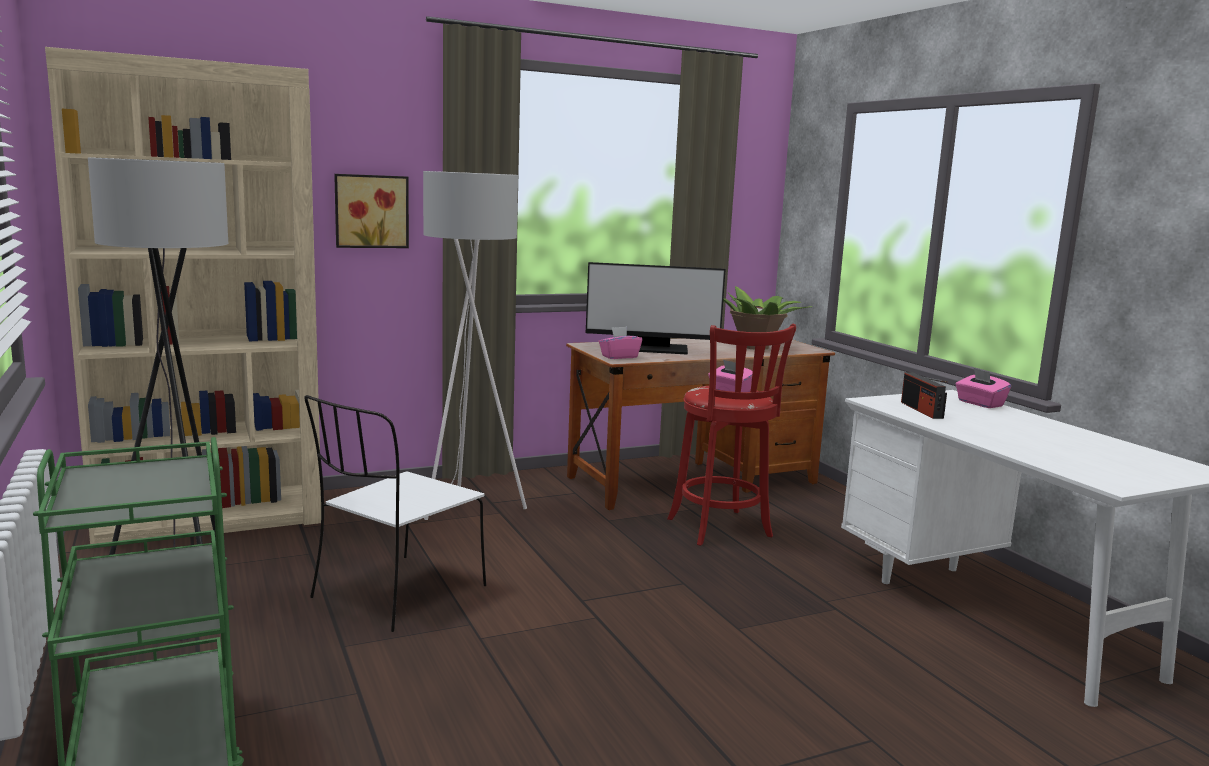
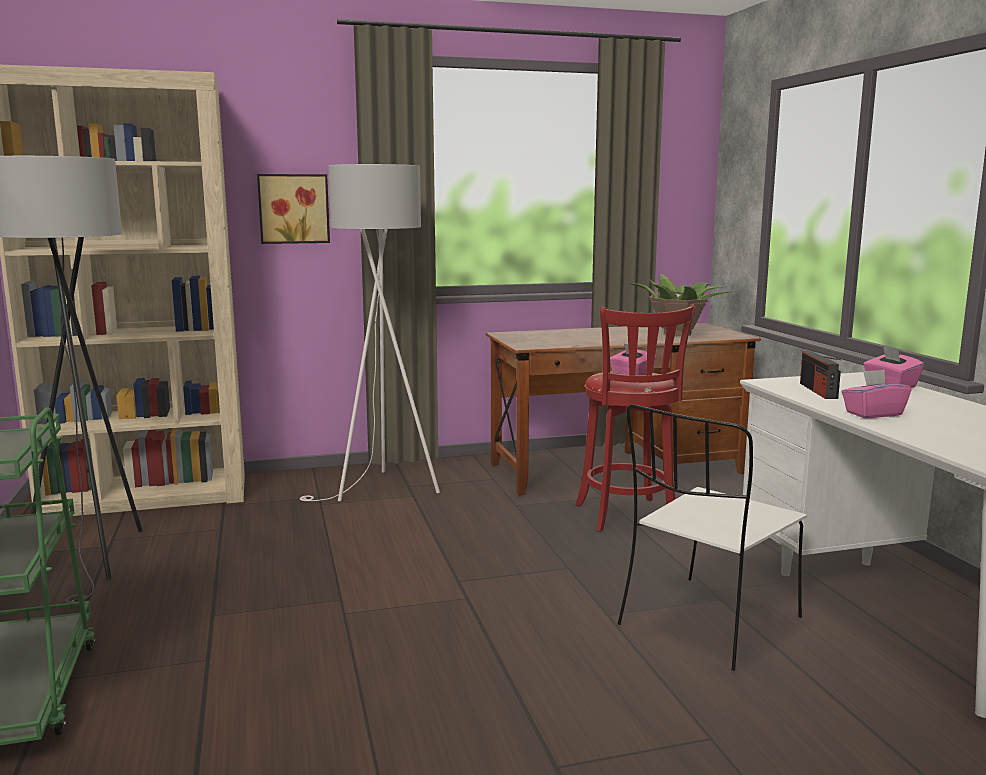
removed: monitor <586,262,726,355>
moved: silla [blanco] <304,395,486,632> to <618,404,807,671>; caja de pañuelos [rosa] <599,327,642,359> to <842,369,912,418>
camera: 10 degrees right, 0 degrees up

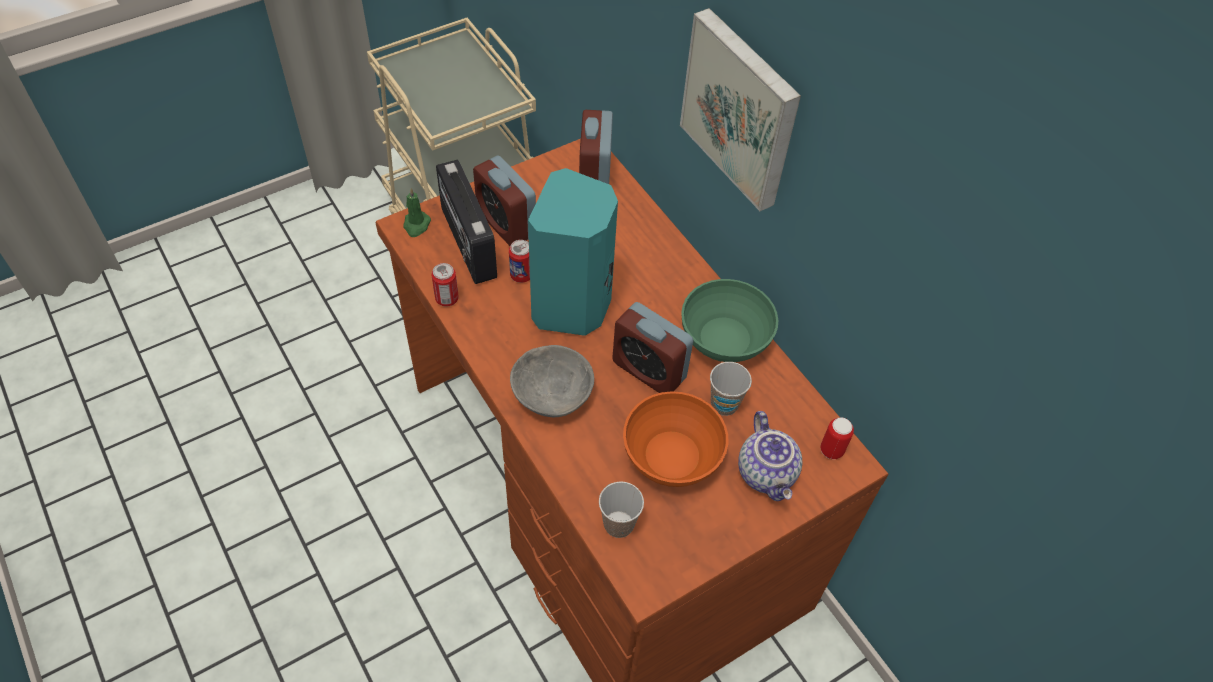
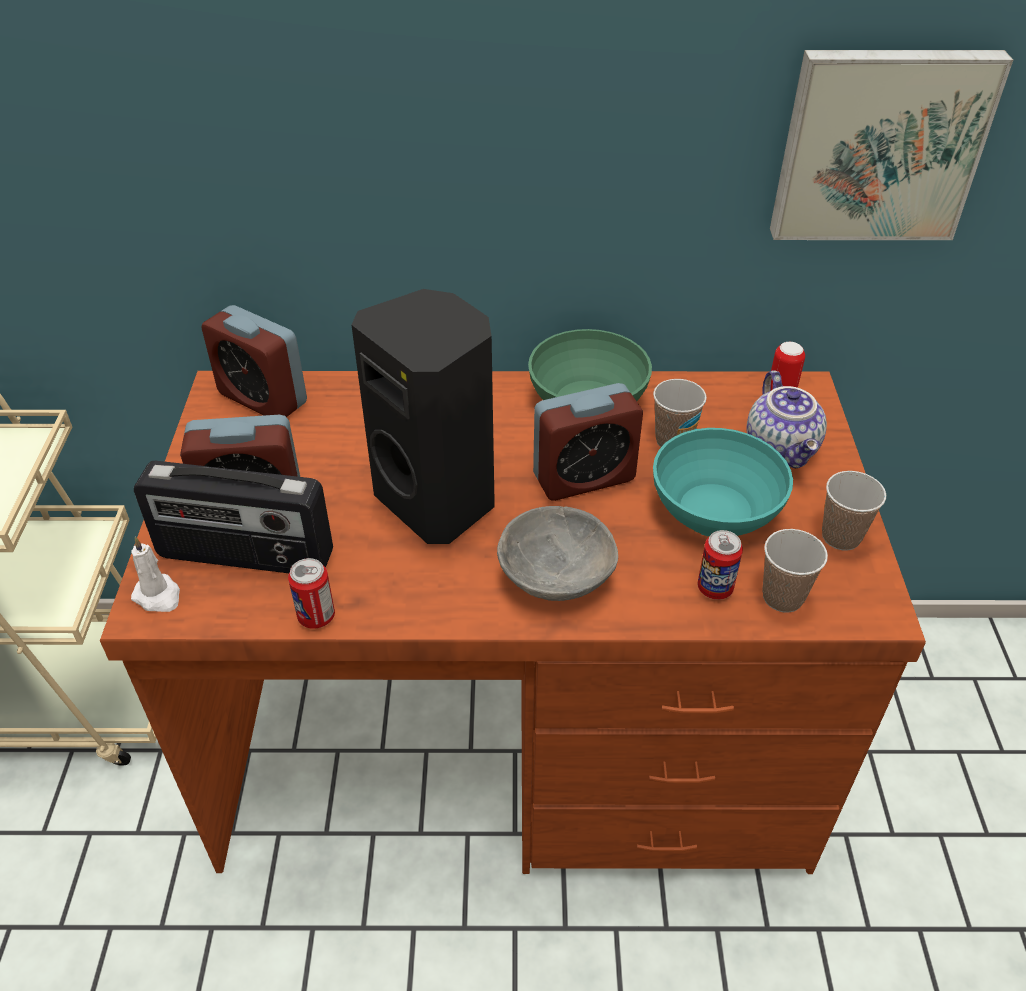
added: taza <822,471,886,551>
moved: lata <509,240,530,283> to <698,530,743,600>; cuadro <680,8,801,211> to <770,50,1013,240>
recoloured: vela [verde] <403,188,431,237> to vela [blanco] <131,536,180,612>; altavoz [turquesa] <528,168,618,336> to altavoz [negro] <352,289,495,544>; cuenco [naranja] <623,391,728,487> to cuenco [turquesa] <653,428,793,537>
turned: tetera <738,411,802,501> = <747,370,827,468> 60 degrees clockwise
camera: 55 degrees left, 10 degrees down

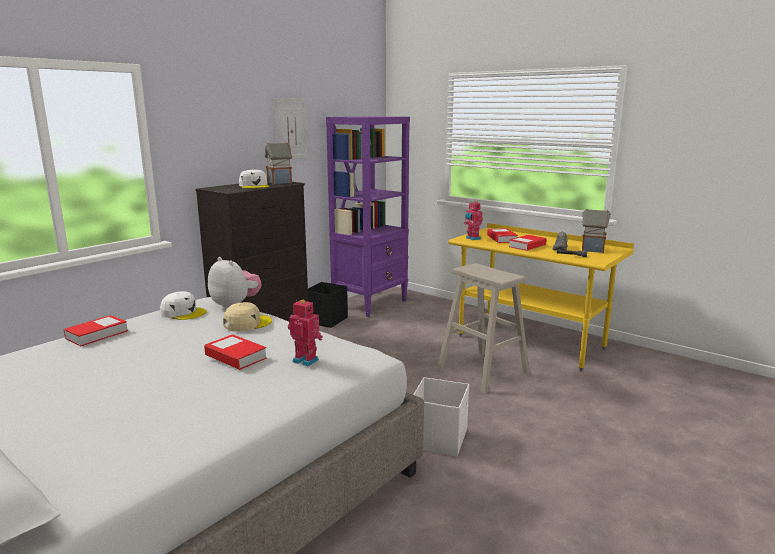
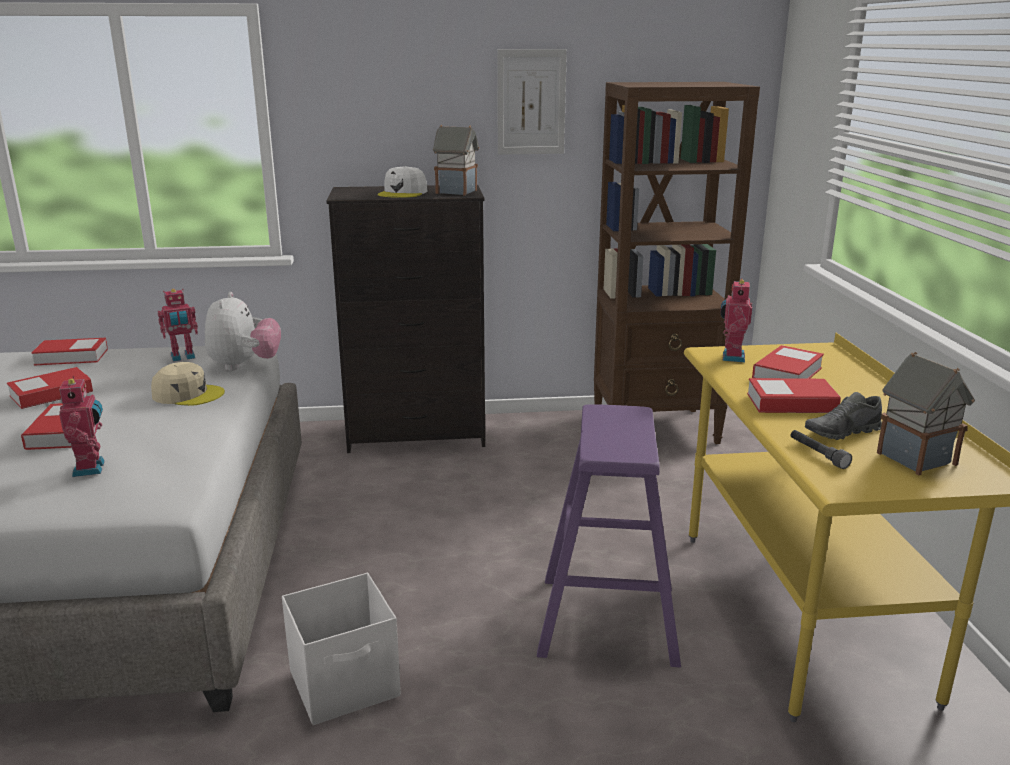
removed: caja de almacenaje [negro] <308,282,348,328>
added: libro <7,367,93,409>
replaced: gorra [blanco] <160,291,207,320> to robot de juguete <158,289,198,362>
recoloured: estantería [morado] <326,116,410,317> to estantería [marrón] <594,82,760,444>; taburete [beis] <437,263,530,394> to taburete [morado] <537,404,681,667>
camera: 45 degrees right, 5 degrees up

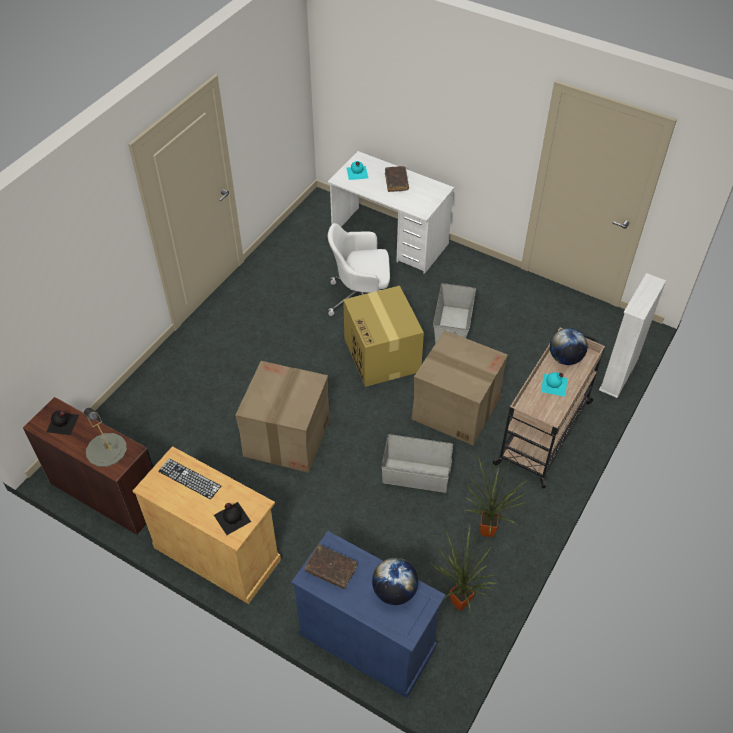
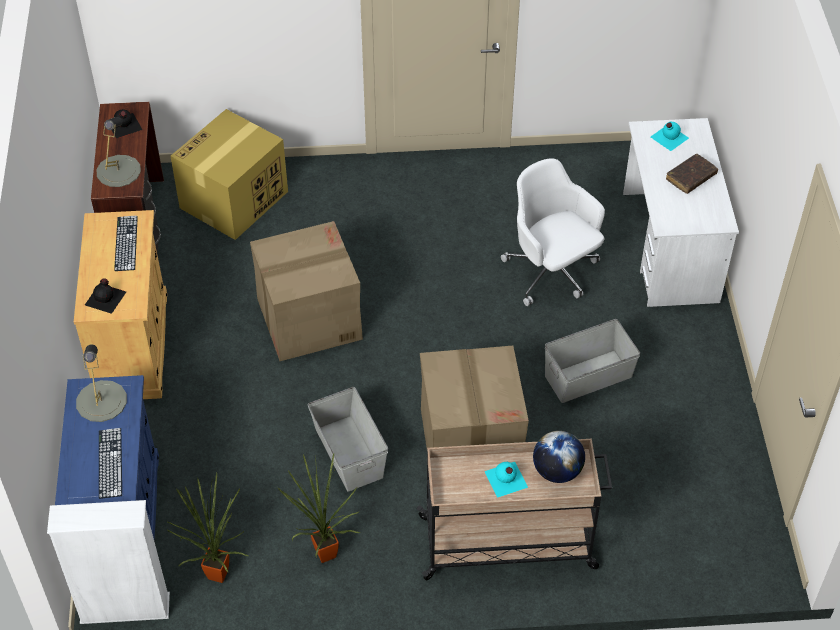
moved: caja de cartón <343,286,424,387> to <170,109,288,240>; estantería [blanco] <599,273,666,398> to <47,500,170,624>
replaced: libro [marrón] <304,544,357,589> to lámpara de mesa [gris] <76,344,127,422>; globo terráqueo <372,558,418,605> to teclado <99,428,122,499>
camera: 55 degrees right, 0 degrees up

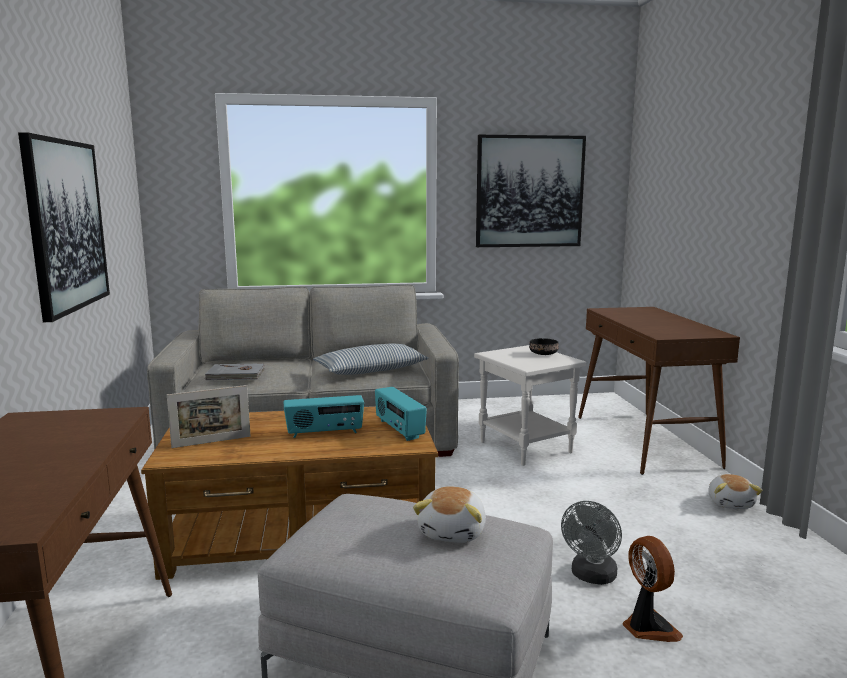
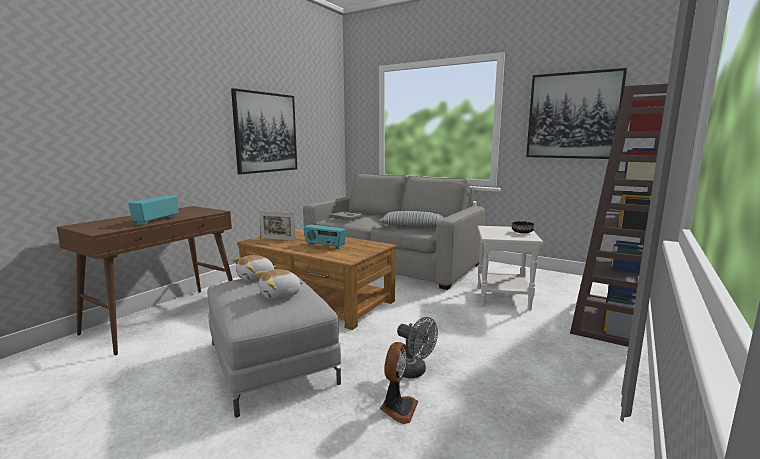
moved: radio <375,387,427,441> to <128,195,178,225>; peluche <708,474,763,509> to <232,255,276,282>
replaced: mesa consola [marrón] <578,307,740,475> to estantería [marrón] <570,84,668,347>
turned: ventilador [gris] <561,501,622,585> = <397,317,438,378> 120 degrees counterclockwise
camera: 40 degrees right, 0 degrees up

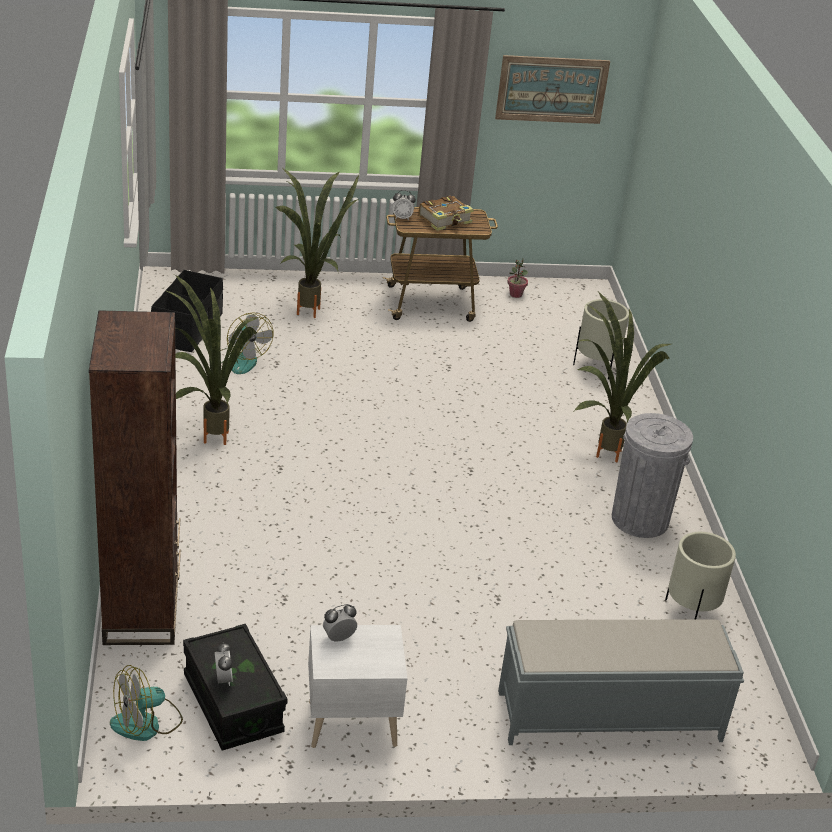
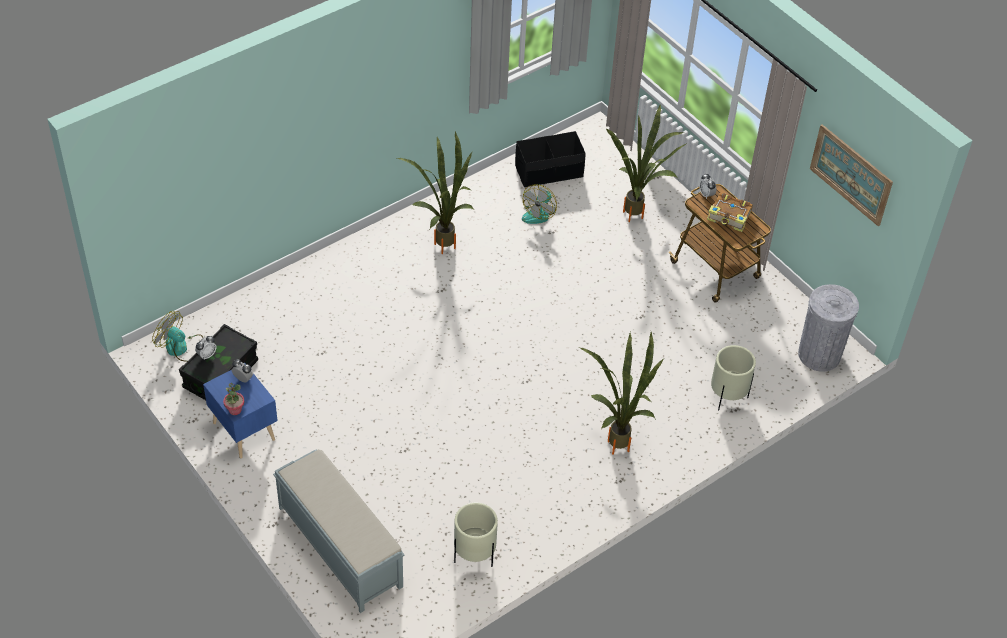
removed: estantería [marrón] <89,310,181,645>
moved: planta en maceta <507,259,528,298> to <223,383,244,415>; papelera [gris] <612,413,693,538> to <798,284,859,372>
recoloured: mesita de noche [blanco] <308,625,408,748> to mesita de noche [azul] <203,363,278,458>
camera: 60 degrees right, 15 degrees up

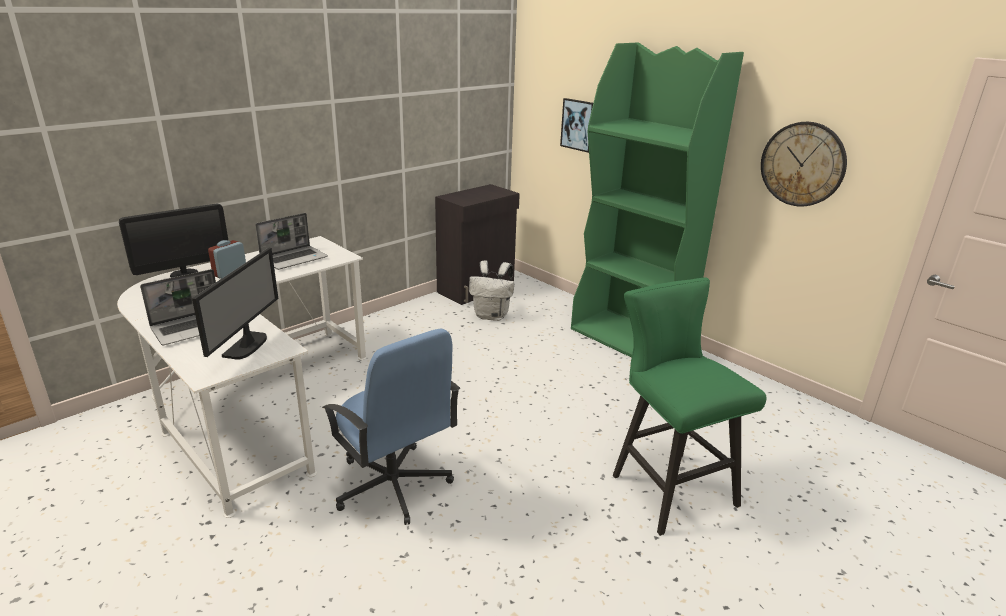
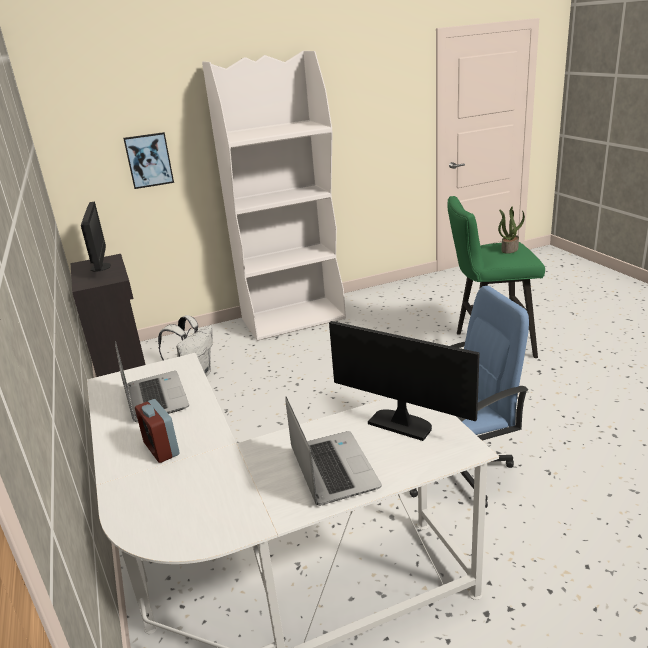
removed: reloj de pared <761,122,847,207>
added: planta en maceta <498,207,525,254>
moved: monitor <119,203,228,278> to <81,202,111,272>
recoloured: estantería [verde] <571,42,744,358> to estantería [blanco] <202,51,346,341>
camera: 65 degrees left, 0 degrees up

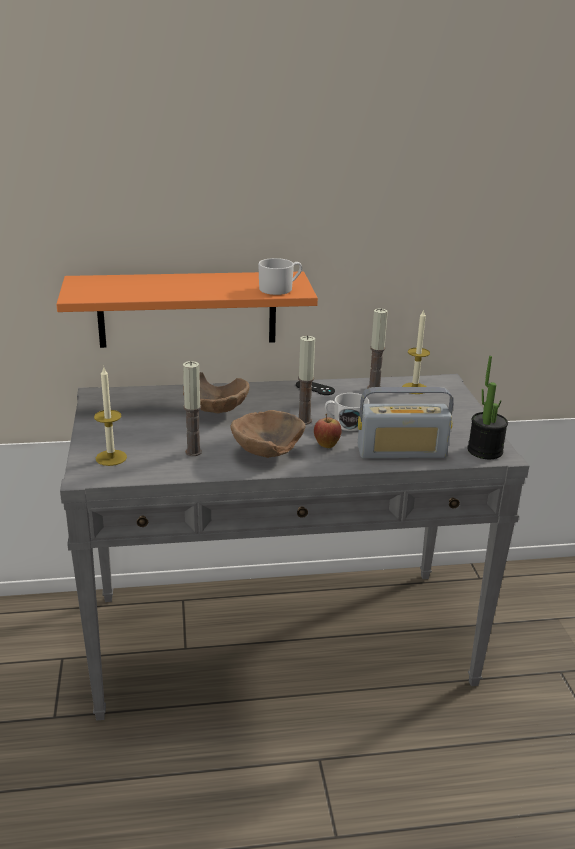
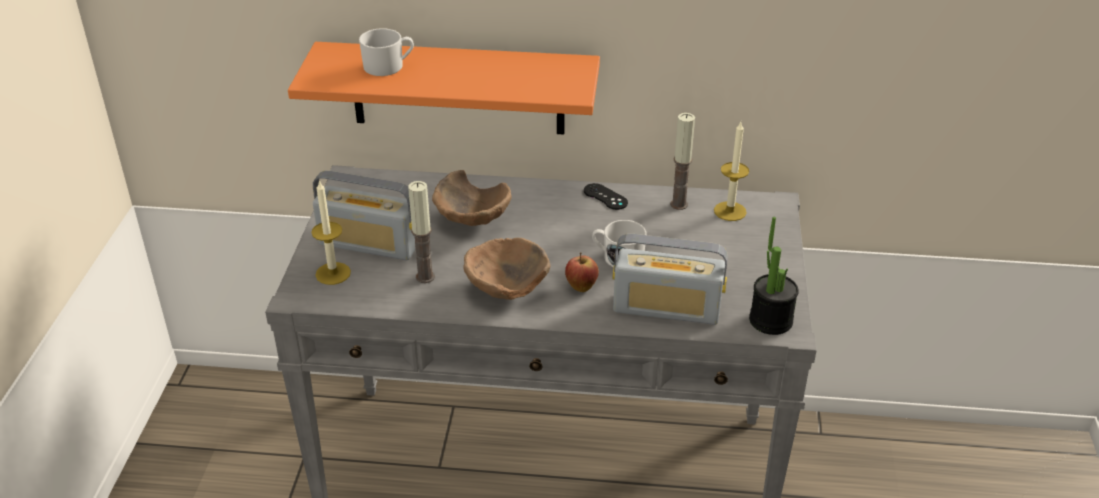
removed: vela <298,335,315,425>
added: radio <313,171,416,260>
moved: taza grande [blanco] <258,258,302,295> to <359,28,414,76>
camera: 15 degrees right, 10 degrees up

